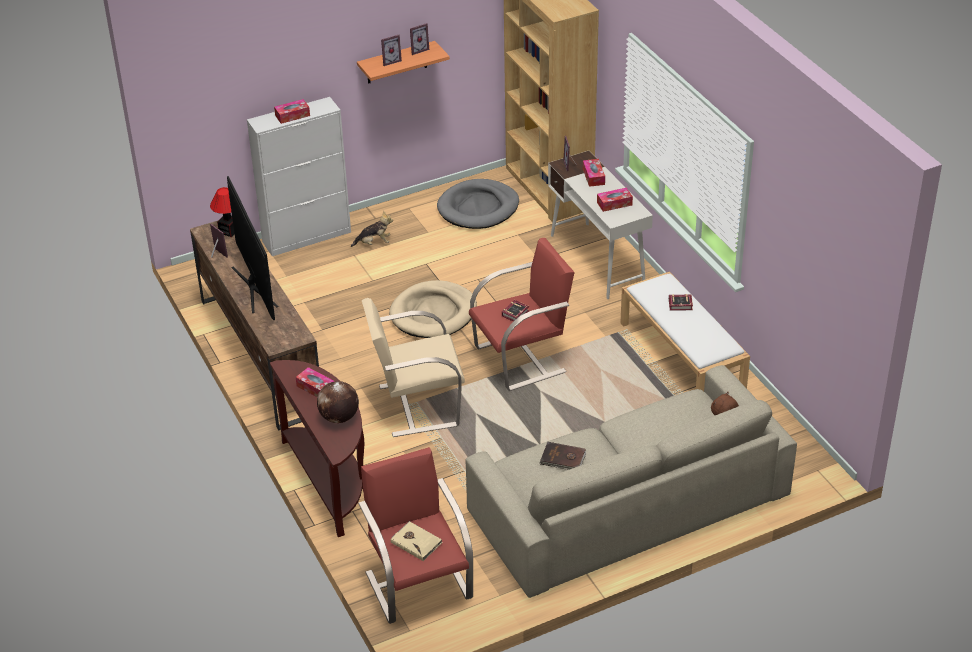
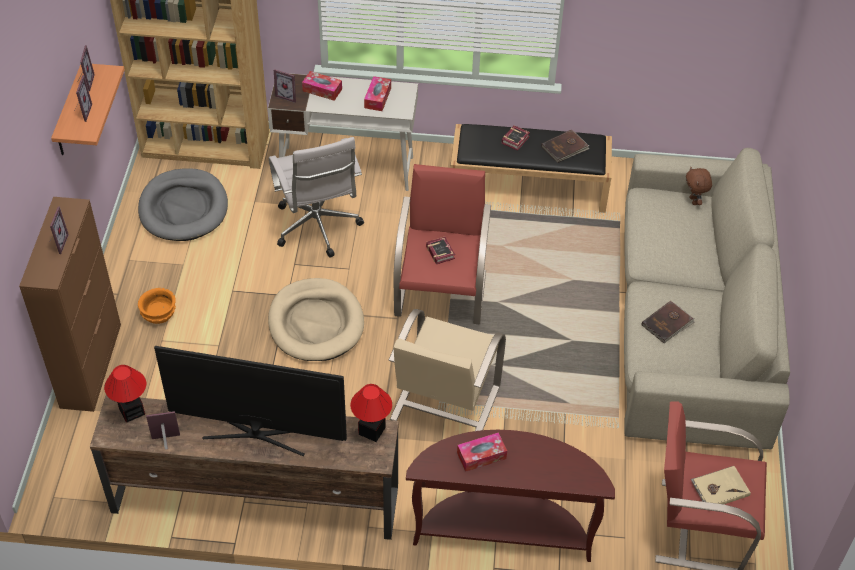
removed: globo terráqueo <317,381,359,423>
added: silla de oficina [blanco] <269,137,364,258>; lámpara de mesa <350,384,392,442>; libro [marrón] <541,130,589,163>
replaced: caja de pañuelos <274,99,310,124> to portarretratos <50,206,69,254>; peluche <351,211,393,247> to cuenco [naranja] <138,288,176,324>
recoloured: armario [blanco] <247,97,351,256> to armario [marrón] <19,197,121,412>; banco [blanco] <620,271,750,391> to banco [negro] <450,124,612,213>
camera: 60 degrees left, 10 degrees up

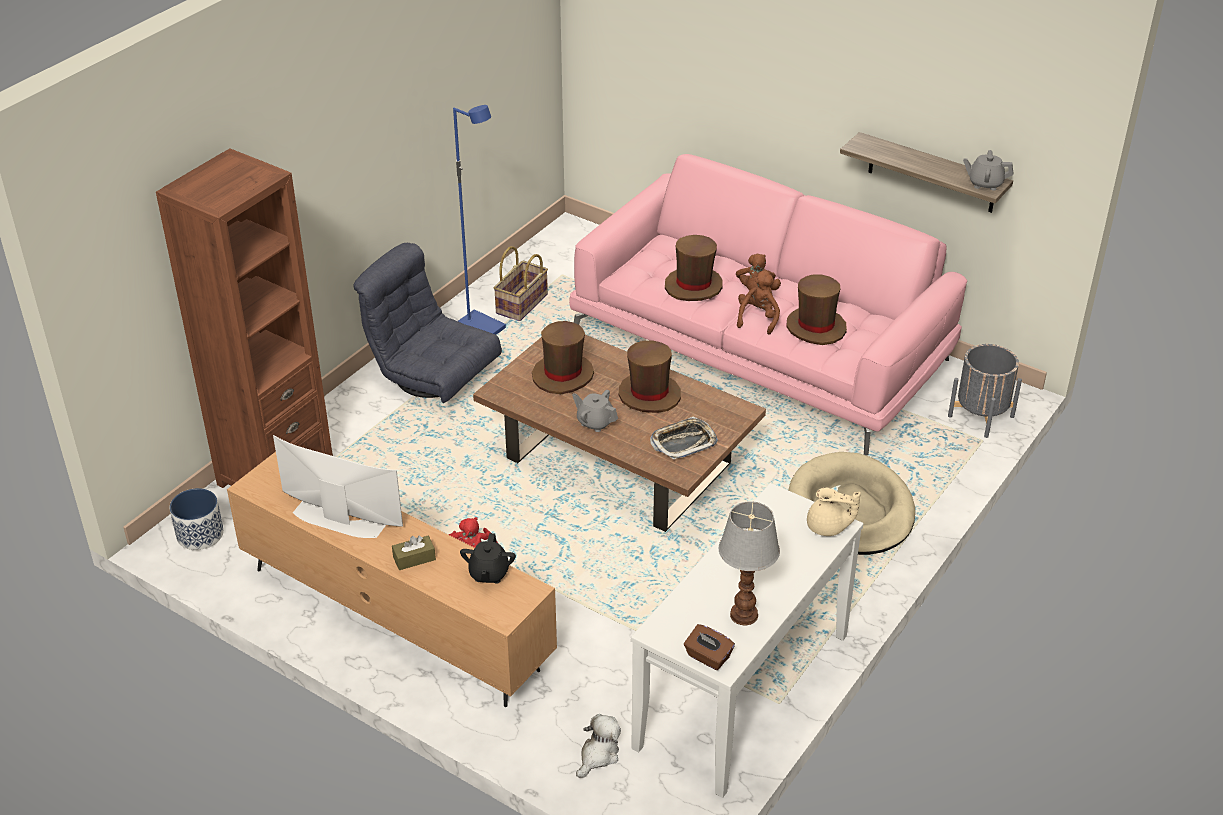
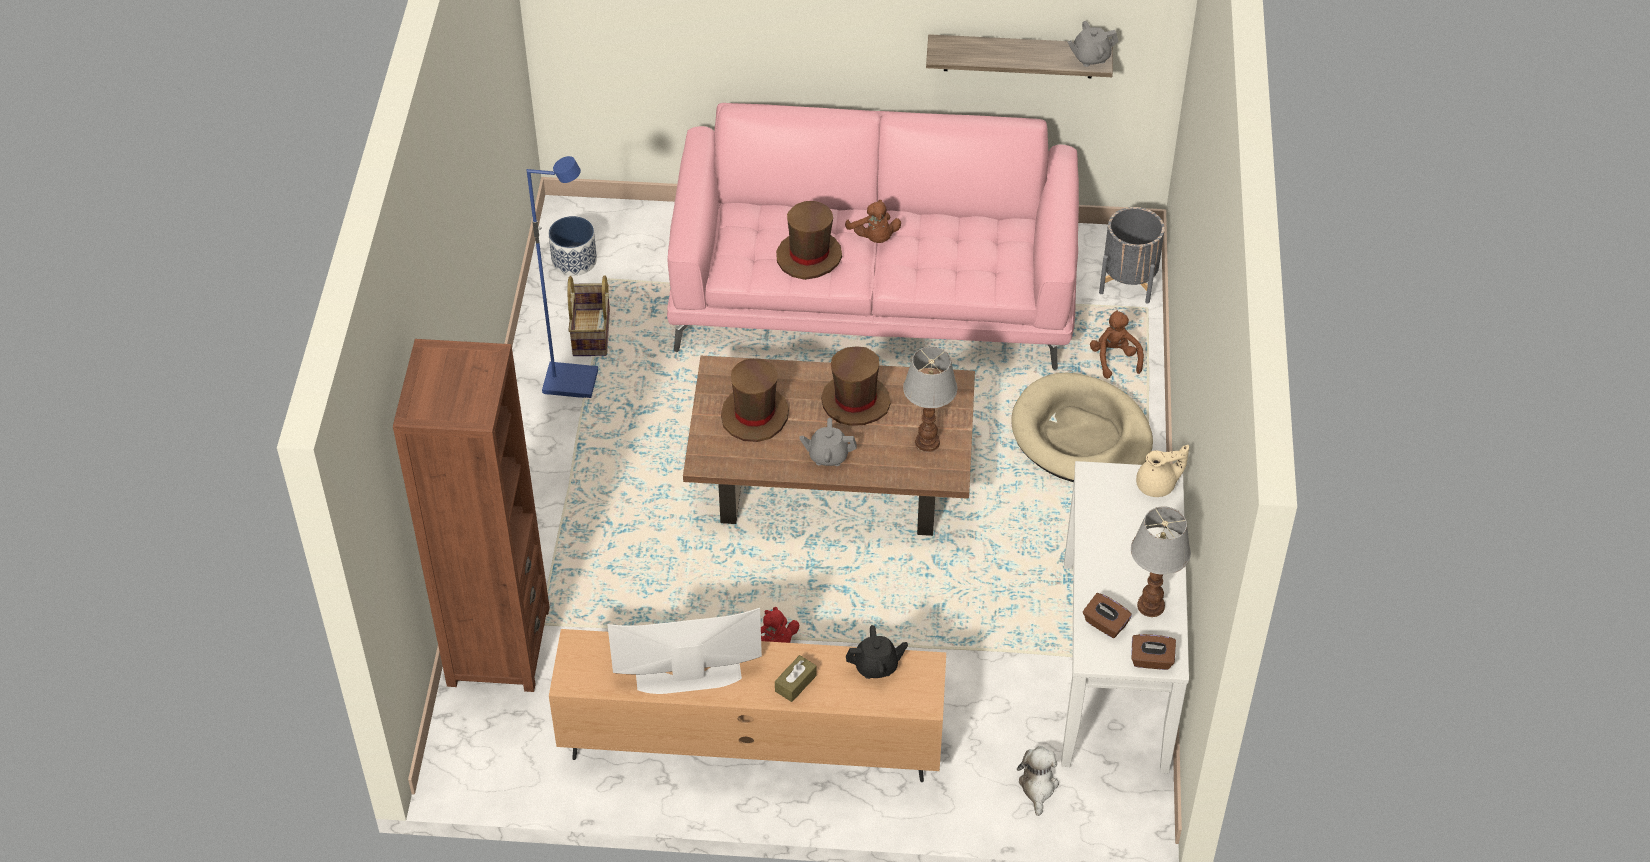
removed: sillón [gris] <353,243,502,403>; sombrero [marrón] <786,274,847,345>
added: caja de pañuelos [marrón] <1083,593,1132,638>
moved: maceta <169,488,224,550> to <548,216,597,276>; peluche [marrón] <737,270,780,335> to <1090,310,1144,379>
replaced: bandeja <650,417,718,460> to lámpara de mesa <903,347,957,452>
turned: tetera [negro] <460,533,516,584> = <846,625,908,679> 75 degrees counterclockwise
camera: 30 degrees left, 10 degrees up

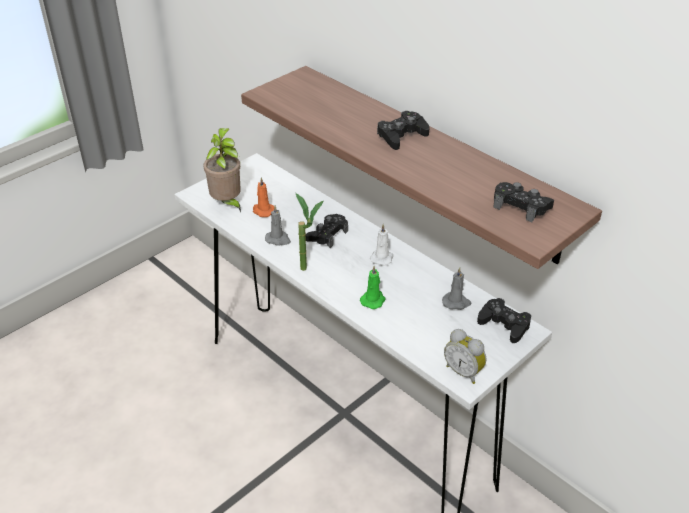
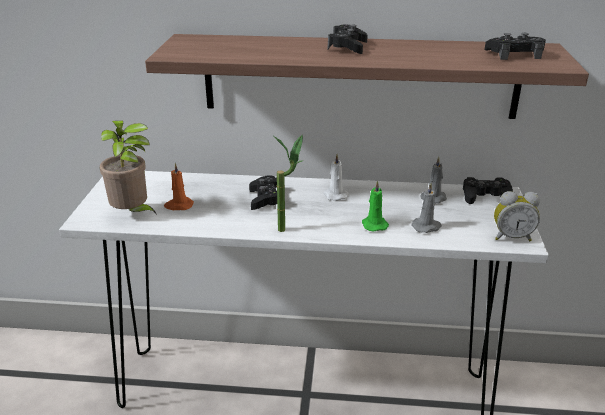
moved: vela [gris] <265,205,291,246> to <411,183,442,233>
camera: 40 degrees left, 10 degrees down

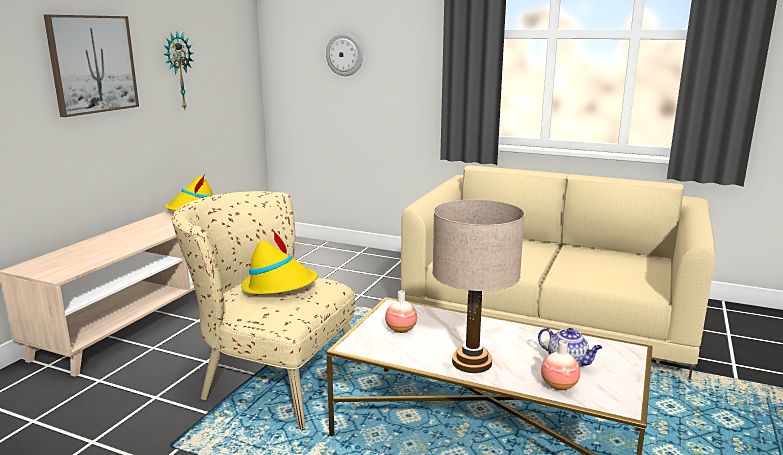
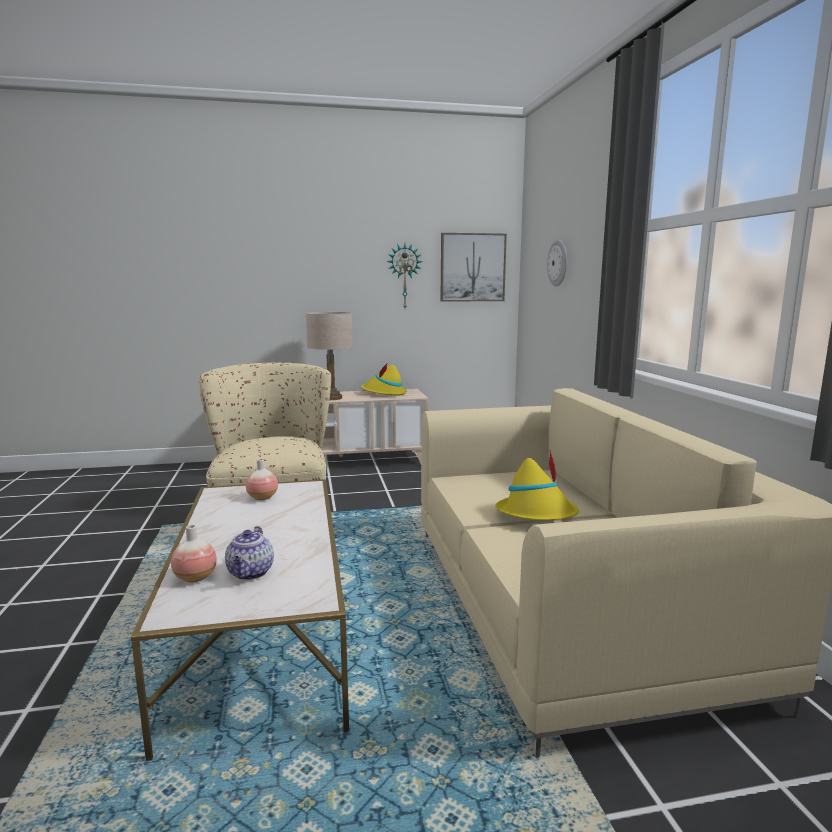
moved: cuadro <44,15,139,117> to <440,233,507,302>; sombrero [amarillo] <241,230,318,294> to <495,450,579,520>; lámpara de mesa [beis] <432,199,525,373> to <306,312,353,400>
camera: 55 degrees right, 5 degrees down

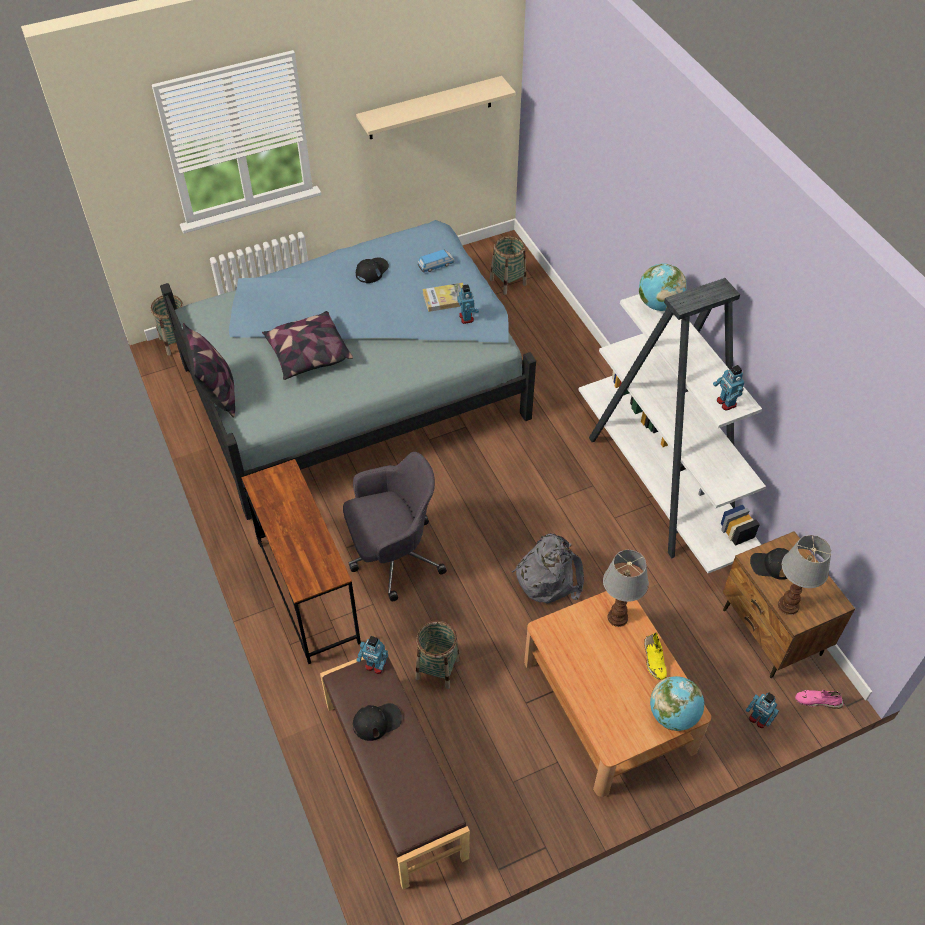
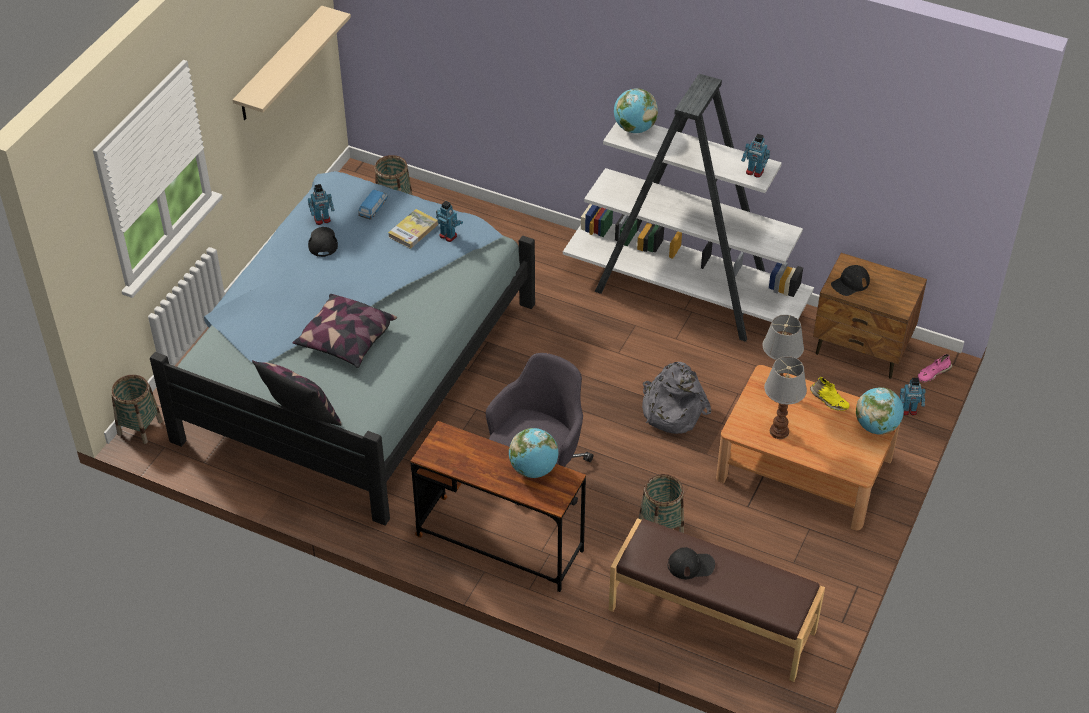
added: globo terráqueo <509,428,558,478>
moved: robot de juguete <356,636,388,674> to <308,184,335,225>; lámpara de mesa <778,535,831,615> to <764,356,807,439>
turned: gorra [negro] <353,703,402,741> = <668,547,715,579> 60 degrees clockwise
camera: 40 degrees left, 5 degrees down

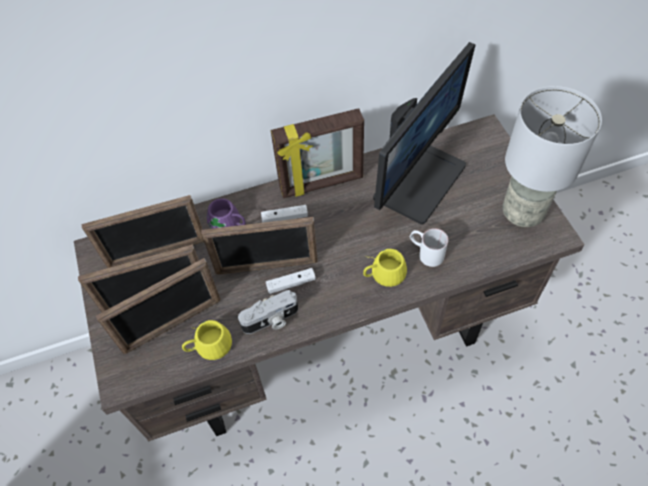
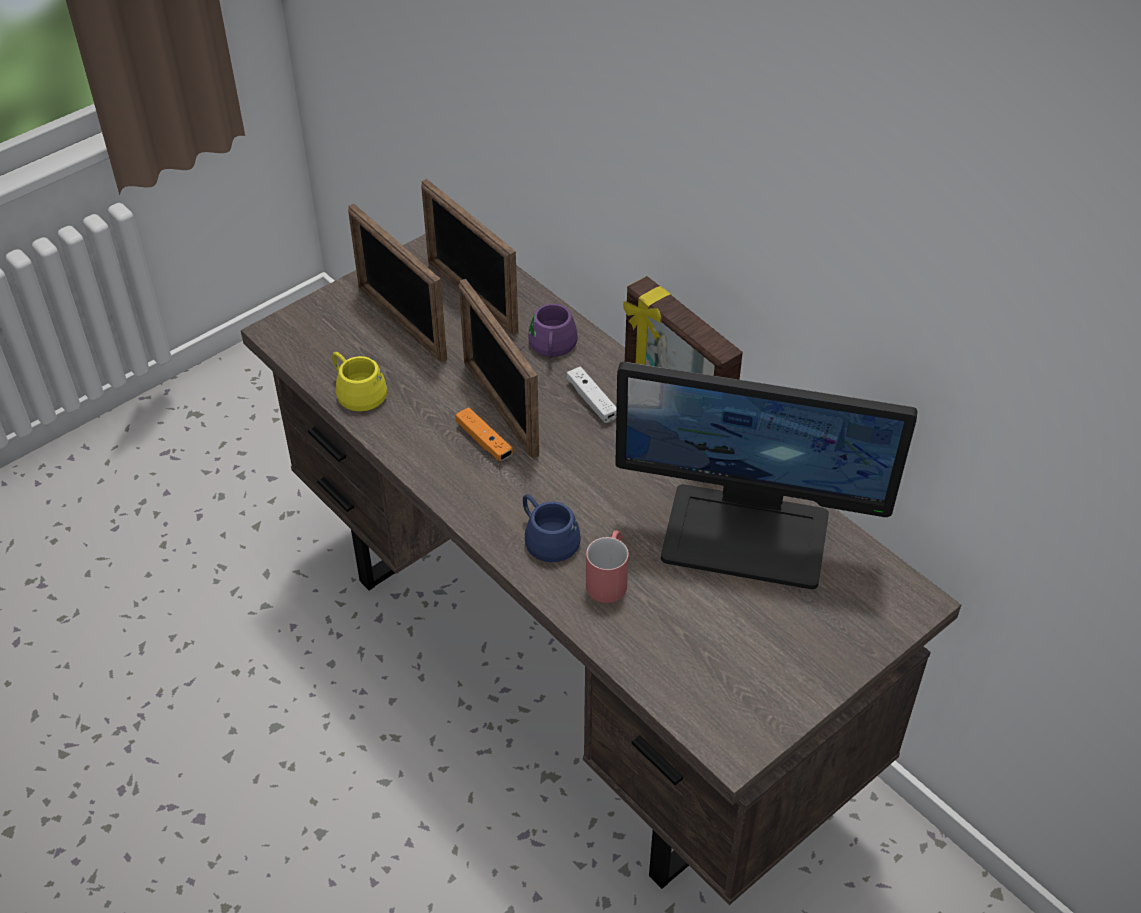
removed: portarretratos <96,258,221,354>; cámara <238,290,298,334>; lámpara de mesa [gris] <502,86,602,227>
recoloured: mando de consola [blanco] <266,268,316,294> to mando de consola [naranja] <456,407,513,461>; taza grande [amarillo] <363,249,407,287> to taza grande [azul] <523,494,581,562>; taza grande [blanco] <410,228,448,267> to taza grande [rojo] <586,530,629,603>
camera: 65 degrees right, 10 degrees down

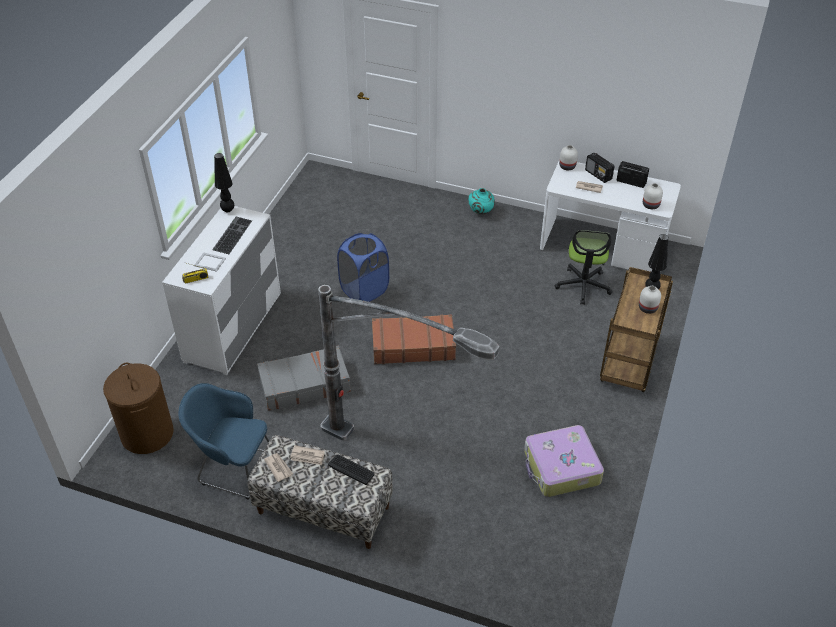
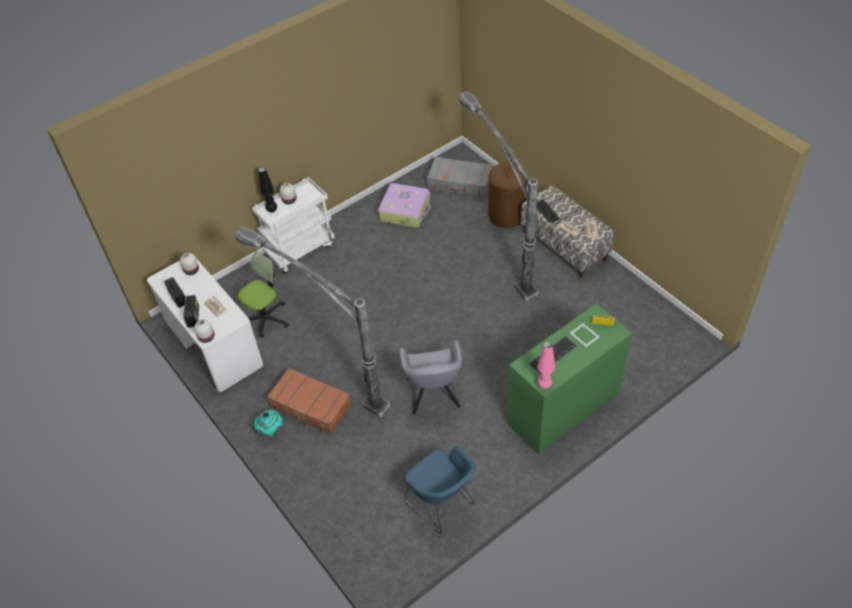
added: lámpara de pie <234,227,390,417>
moved: cesto de la ropa [marrón] <103,363,174,454> to <488,161,528,228>; sillón [azul] <178,383,269,500> to <405,446,476,533>; maleta [gris] <257,346,351,411> to <427,157,493,198>; maleta [marrón] <372,314,456,364> to <267,368,352,434>
replaced: cesto de la ropa [azul] <337,233,389,302> to sillón [gris] <399,340,462,415>
recoloured: cómoda [blanco] <162,206,281,375> to cómoda [verde] <507,304,632,454>; lámpara de mesa [negro] <214,153,234,212> to lámpara de mesa [rosa] <537,342,555,389>; carrito [marrón] <600,267,673,392> to carrito [blanco] <252,177,335,274>
camera: 145 degrees left, 5 degrees up

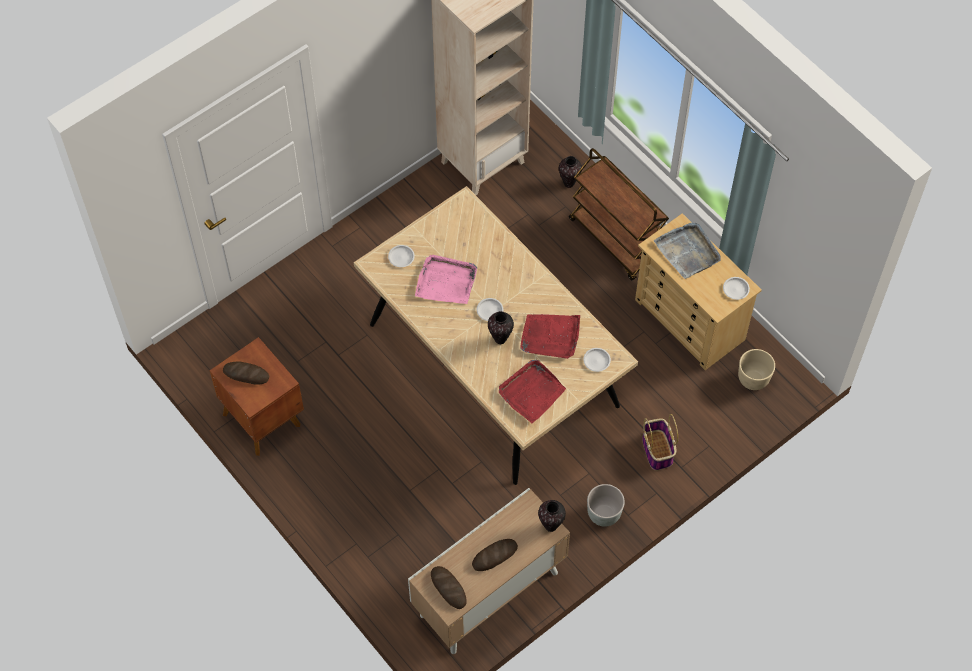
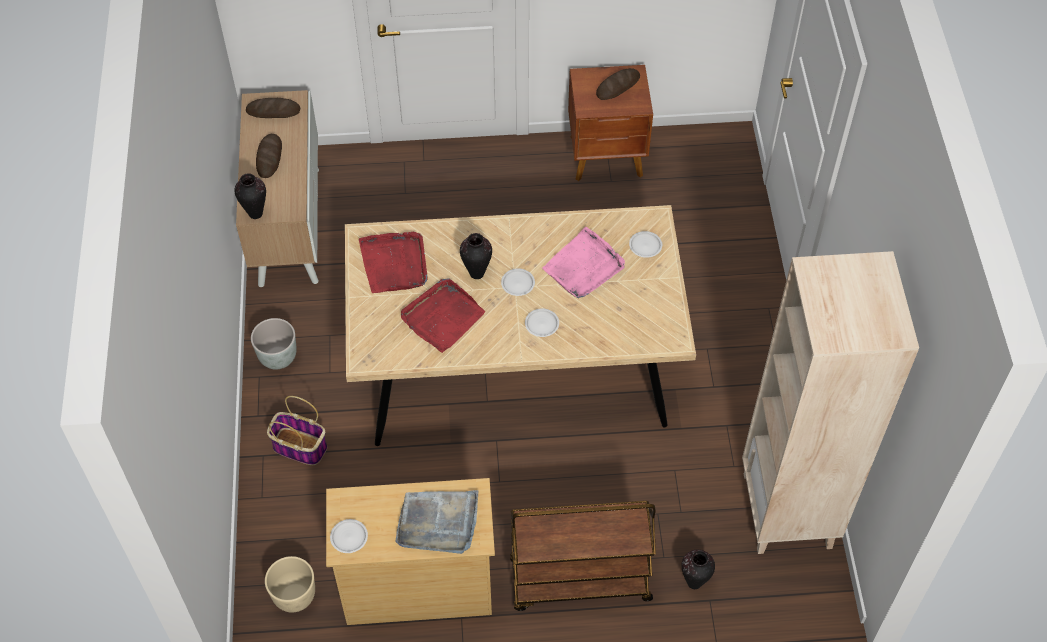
moved: plato [blanco] <583,348,611,372> to <525,309,559,337>
camera: 125 degrees right, 5 degrees down

